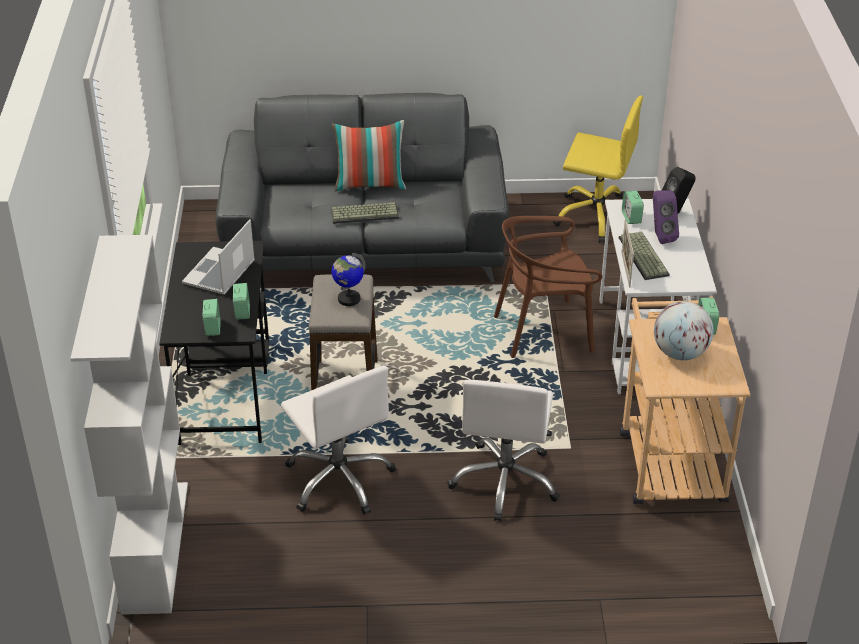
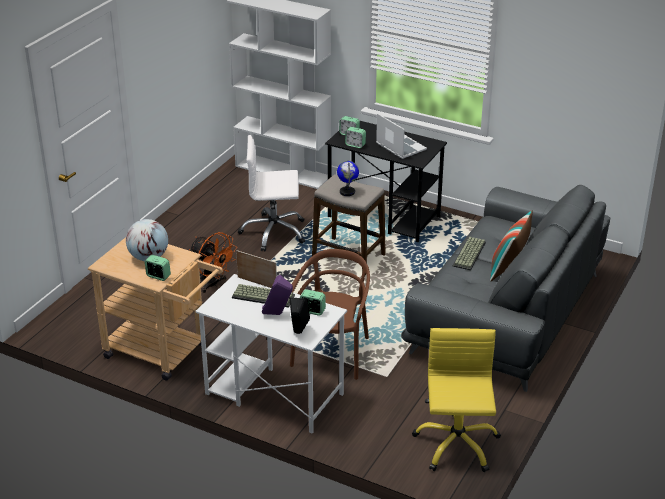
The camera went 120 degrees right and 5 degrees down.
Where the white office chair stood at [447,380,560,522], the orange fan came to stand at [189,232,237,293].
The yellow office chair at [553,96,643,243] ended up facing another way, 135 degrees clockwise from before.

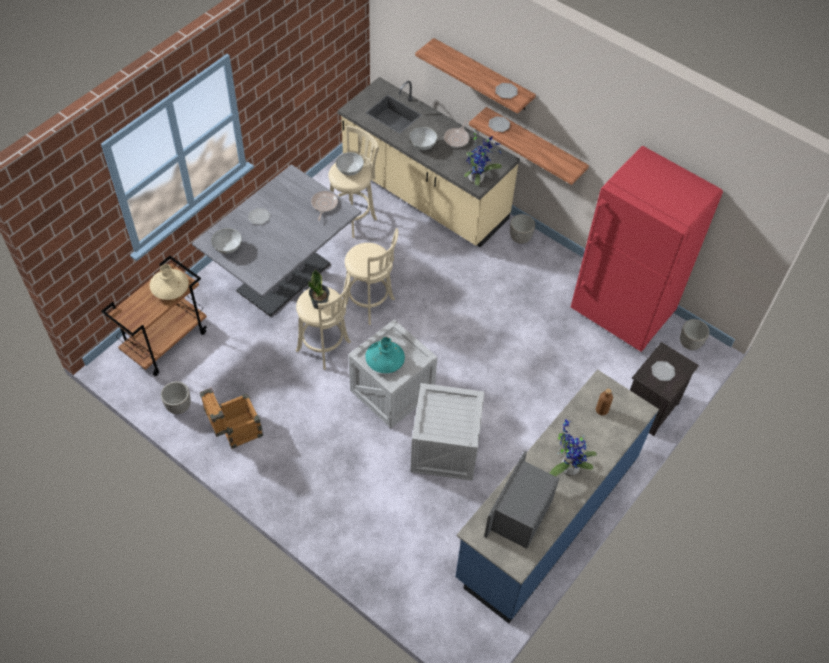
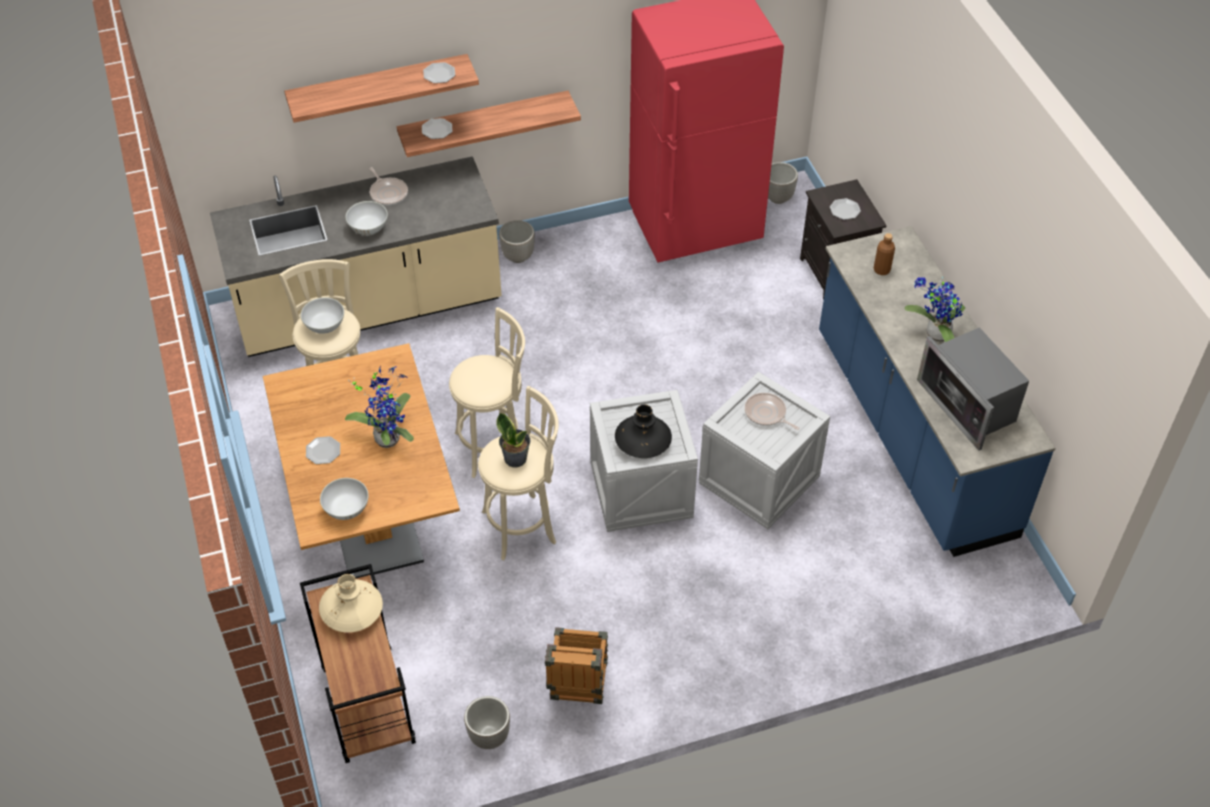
The camera went 55 degrees left and 5 degrees down.
What was the grey dining table at [192,164,361,317] turned into the brown dining table at [263,343,460,578].
The frying pan ended up elsewhere, having gone from [311,191,338,221] to [745,393,800,430].
What was the turquoise vase at [365,337,405,373] turned into the black vase at [615,405,672,458].
The potted plant ended up elsewhere, having gone from [464,130,502,186] to [345,365,414,448].

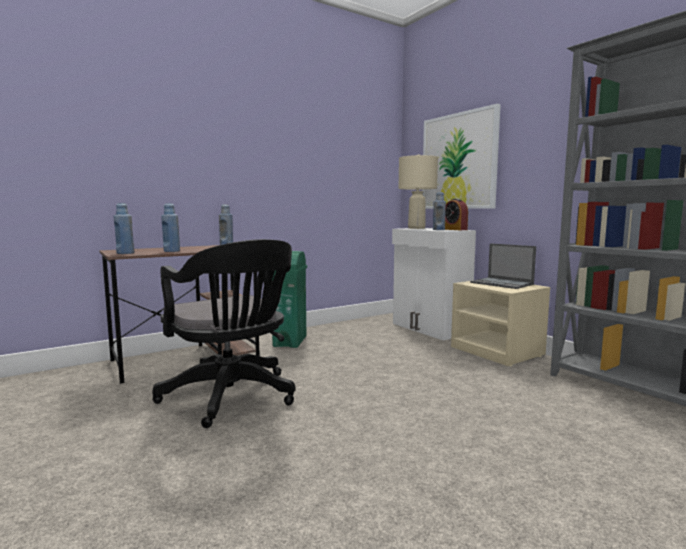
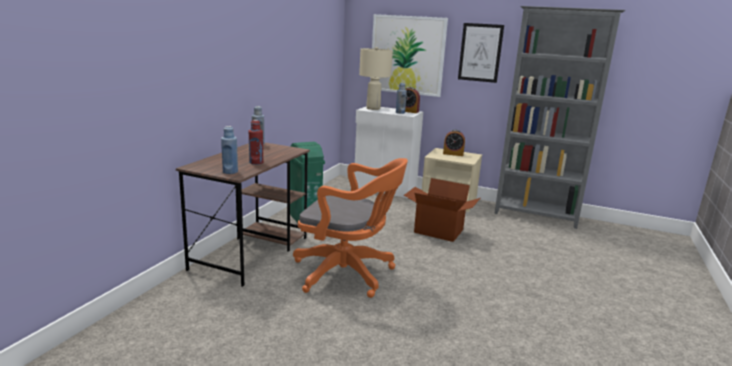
The camera went 35 degrees left and 10 degrees up.
What was the black office chair at [152,239,295,428] turned into the orange office chair at [293,158,408,298].
What was the blue bottle at [161,203,180,252] turned into the red bottle at [248,120,263,165].
Where the laptop stood at [470,243,536,289], the alarm clock came to stand at [443,130,465,156].
The second view gained the cardboard box at [404,178,480,242].
The second view gained the picture at [458,23,504,83].

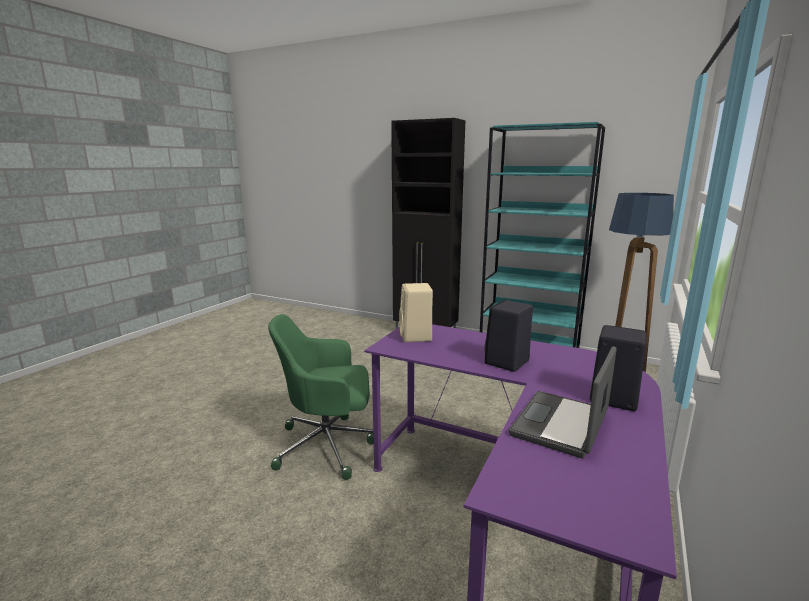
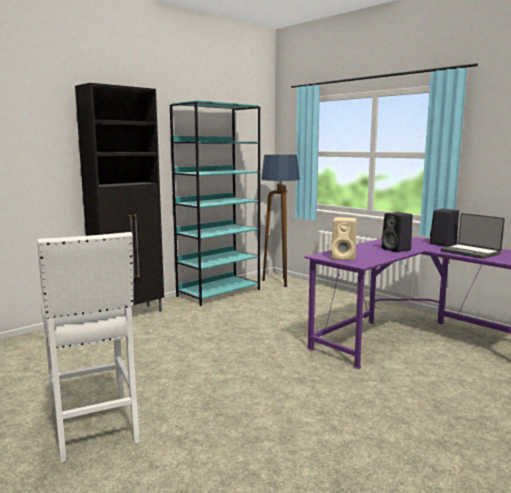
The camera went 70 degrees left and 5 degrees down.
The second view lost the green office chair at [268,314,374,480].
The second view gained the white stool at [37,232,140,462].

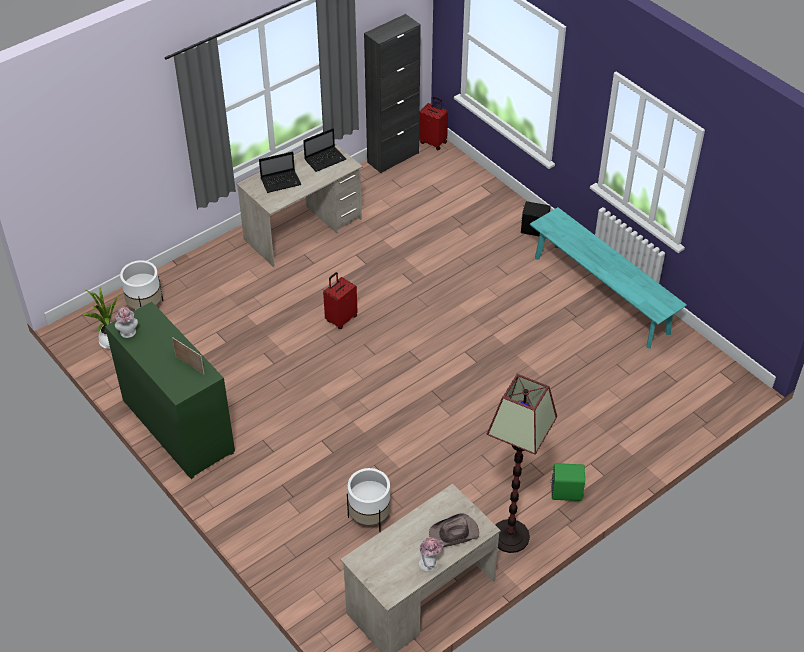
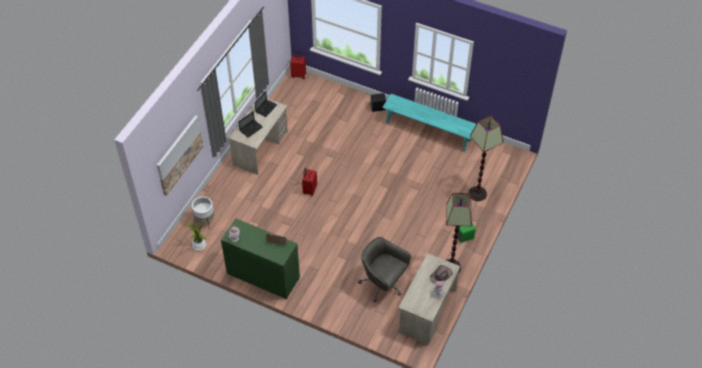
The camera went 25 degrees left and 5 degrees up.
Where the white planter stood at [347,468,391,533], the grey office chair came to stand at [358,237,411,302].
The second view lost the black cabinet at [364,14,421,173].
The second view gained the picture at [157,115,203,196].
The second view gained the floor lamp at [469,115,504,201].

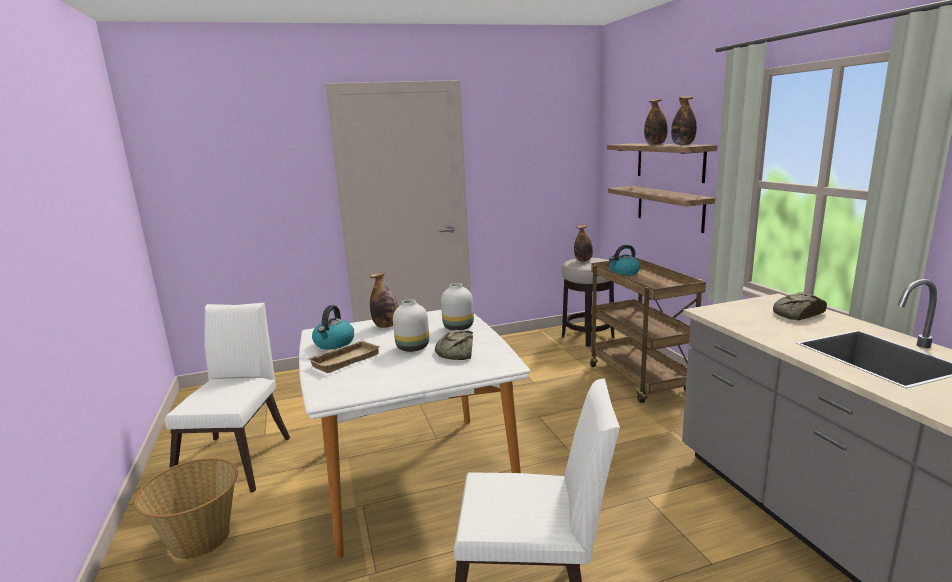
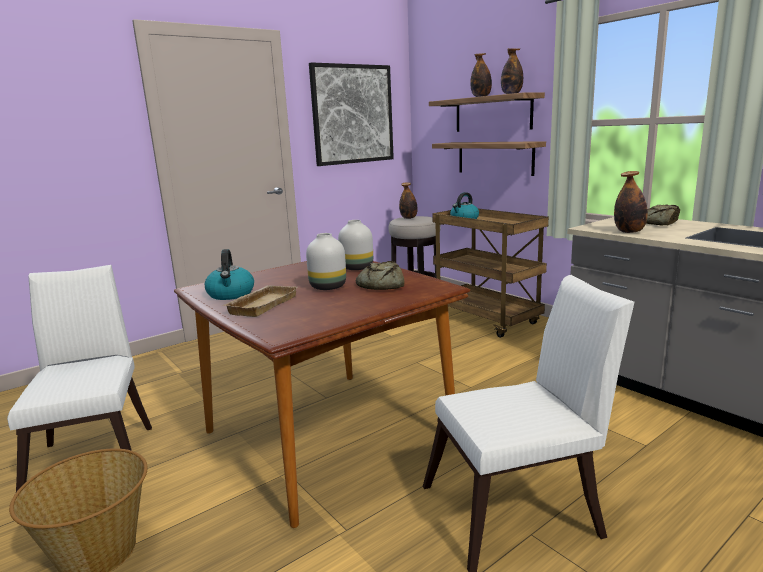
The camera went 20 degrees left and 0 degrees up.
What was the white dining table at [299,310,531,559] turned into the brown dining table at [174,261,470,528].
The bottle ended up elsewhere, having gone from [370,272,398,328] to [614,171,648,233].
The second view gained the picture at [309,62,394,166].

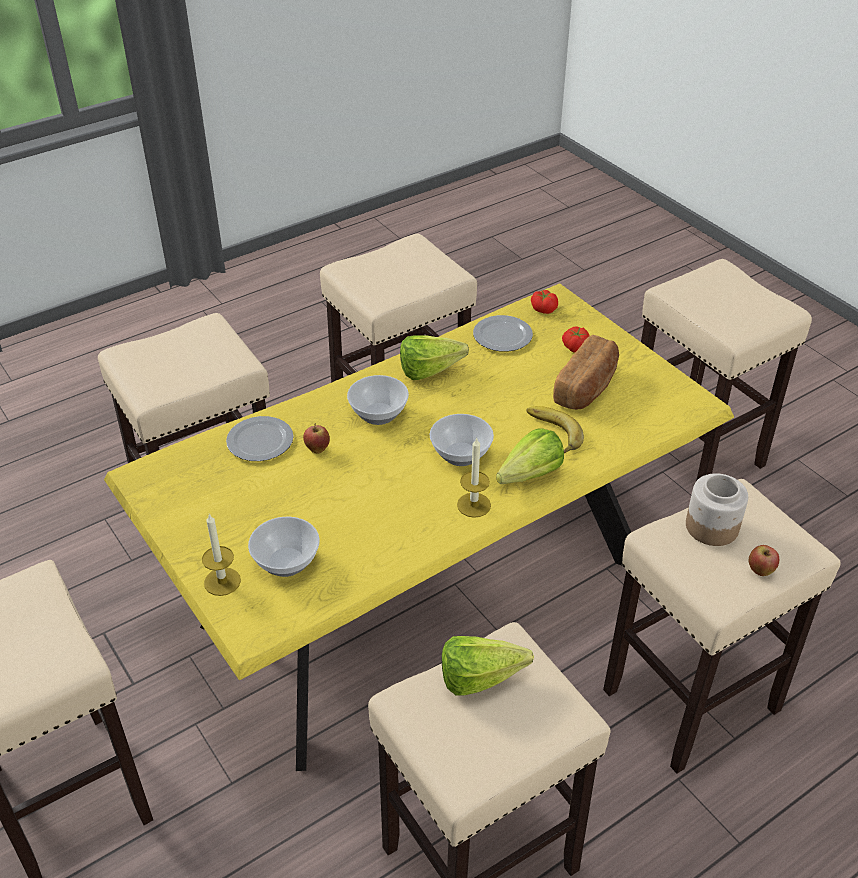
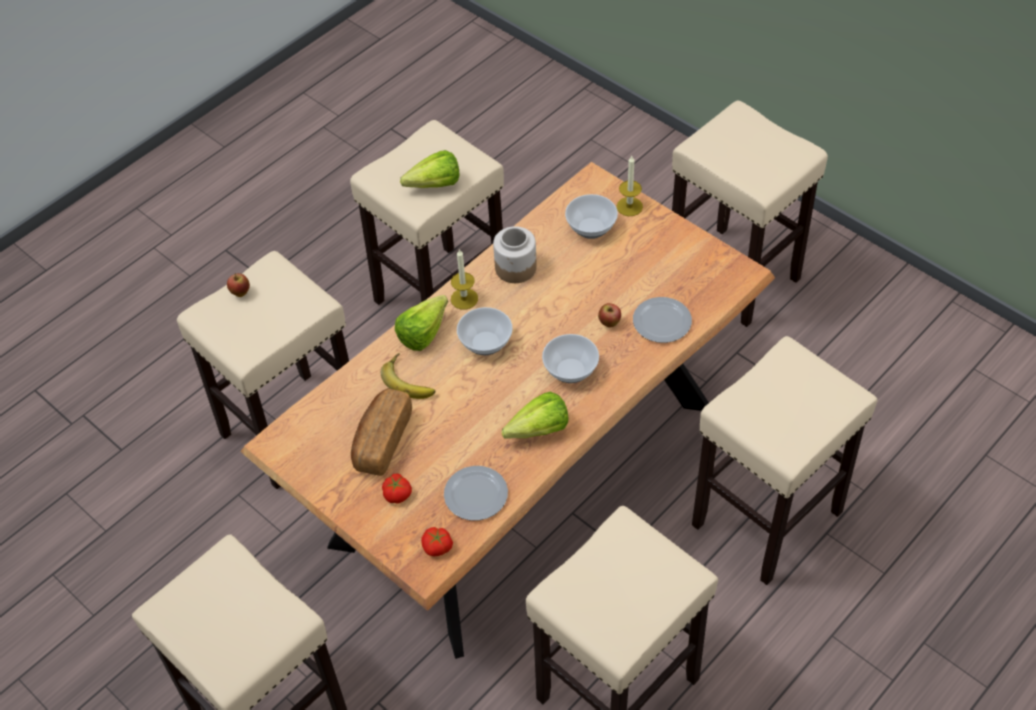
The camera went 170 degrees right and 10 degrees up.
What was the yellow dining table at [104,283,734,771] turned into the brown dining table at [240,162,775,659].
The jar ended up elsewhere, having gone from [686,473,748,546] to [493,226,537,283].

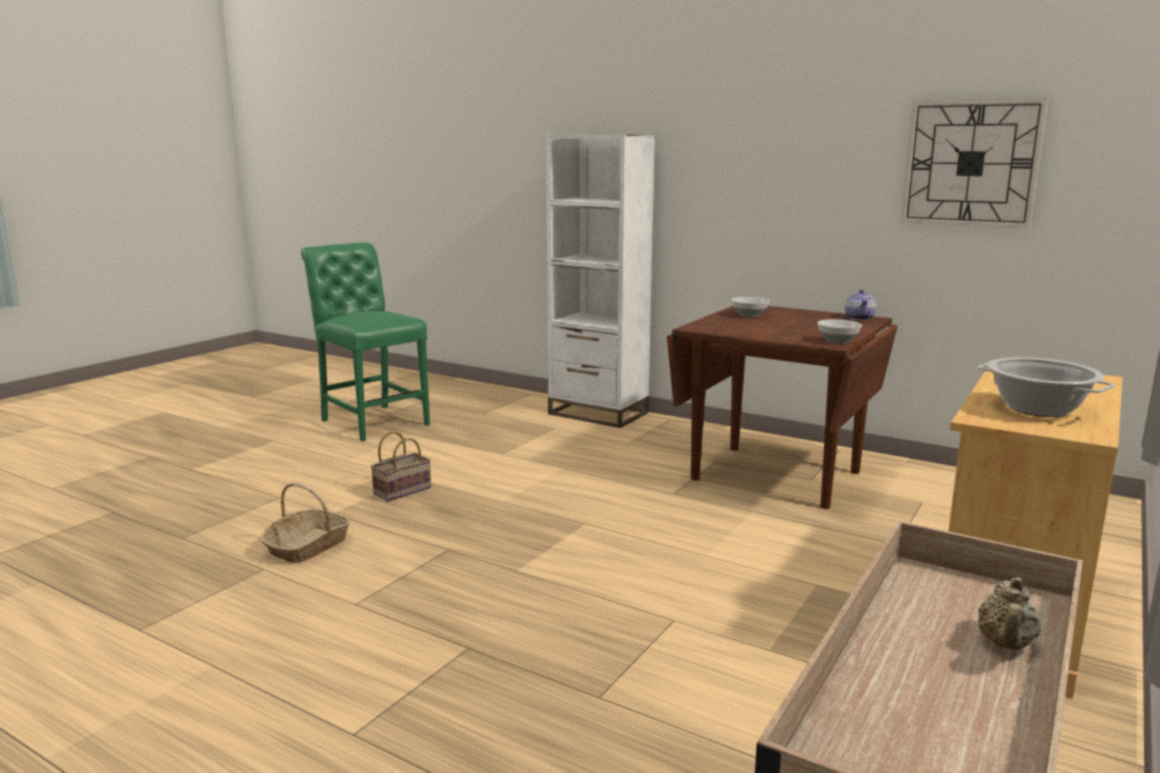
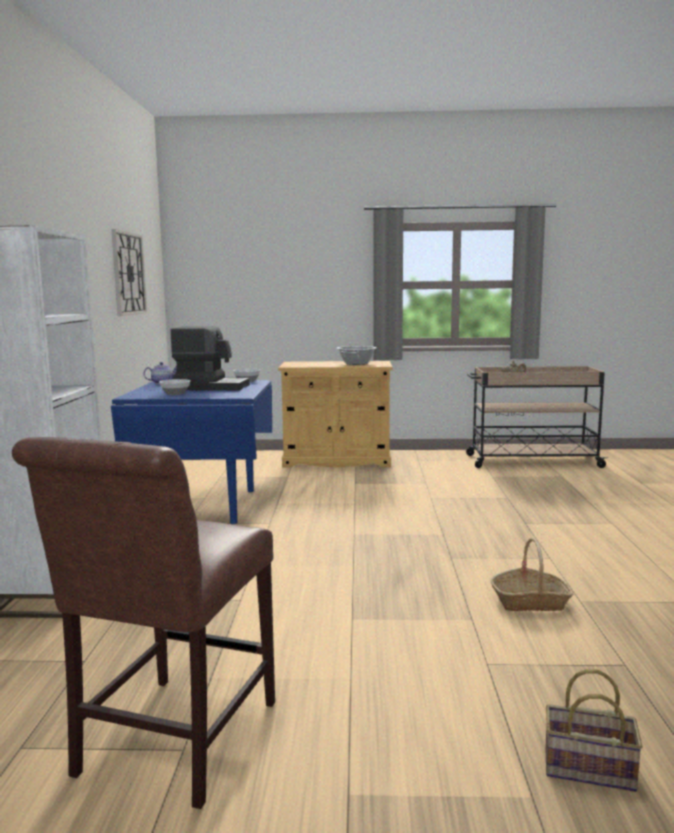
The camera went 120 degrees left and 5 degrees down.
What was the green chair at [301,242,430,442] turned into the brown chair at [12,437,275,809].
The basket ended up elsewhere, having gone from [371,431,431,501] to [545,669,643,792].
What was the brown dining table at [667,306,898,509] turned into the blue dining table at [111,380,272,524].
The second view gained the coffee machine at [171,326,250,391].

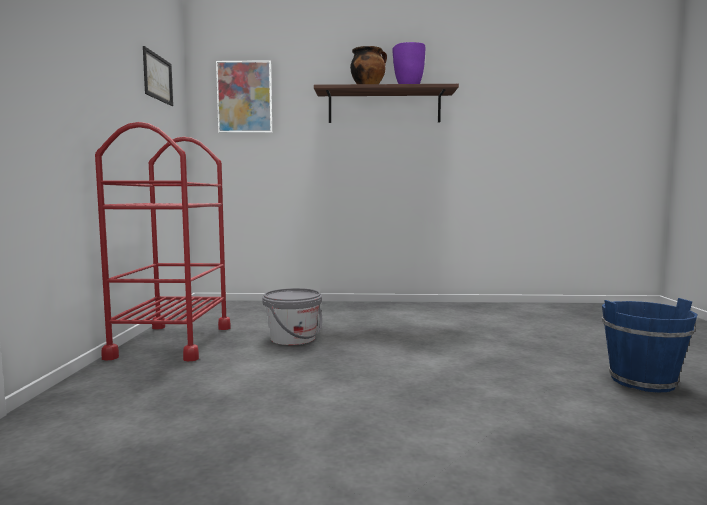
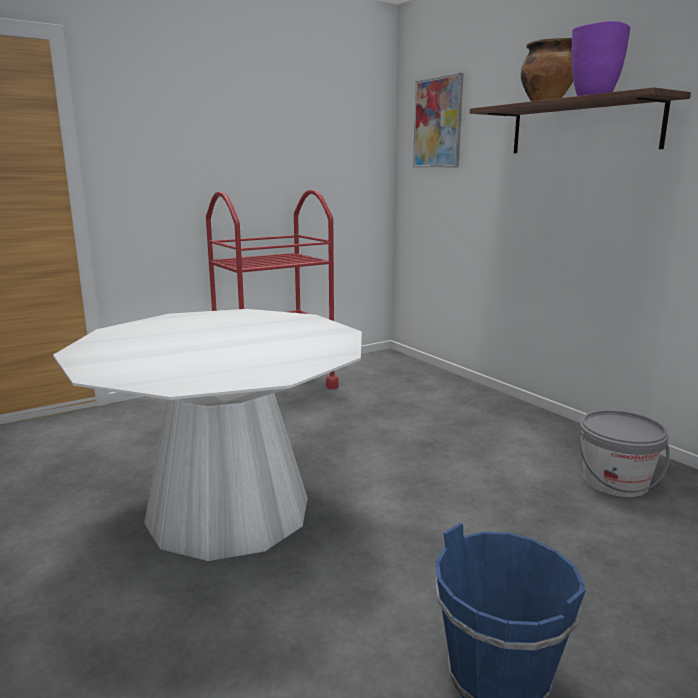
The camera went 55 degrees right and 10 degrees up.
The second view lost the picture at [143,46,173,106].
The grey bucket ended up elsewhere, having gone from [262,288,322,345] to [579,410,670,497].
The second view gained the white dining table at [53,309,362,561].

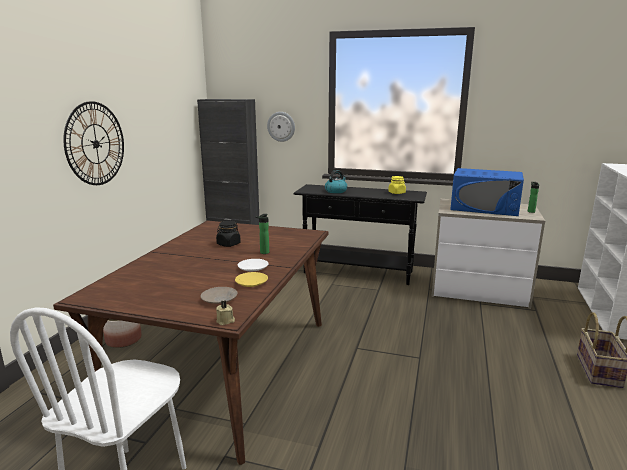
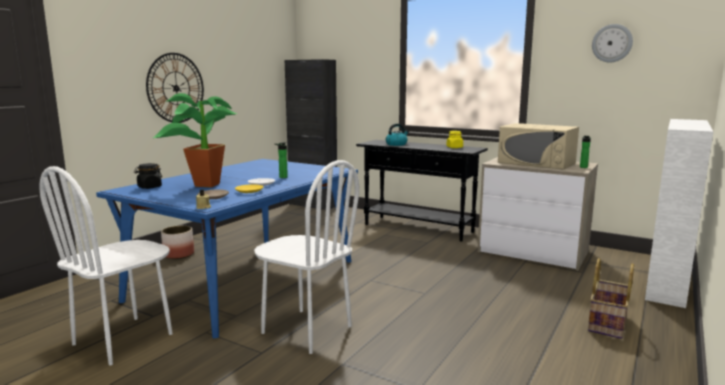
The camera went 15 degrees right and 5 degrees down.
What was the brown dining table at [53,220,328,465] turned into the blue dining table at [96,159,358,338].
The black jar ended up elsewhere, having gone from [216,221,241,247] to [134,163,162,189].
The wall clock ended up elsewhere, having gone from [267,112,295,142] to [592,24,633,63].
What was the blue microwave at [450,168,524,216] turned into the beige microwave at [498,123,579,170].
The second view gained the potted plant at [153,93,237,187].
The second view gained the white chair at [254,160,359,354].

